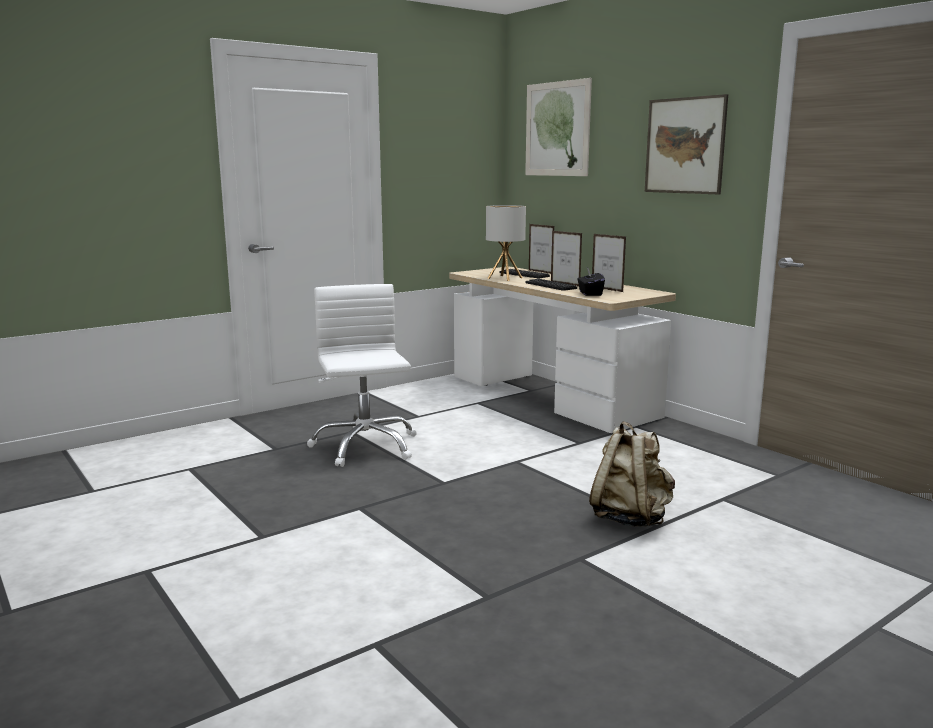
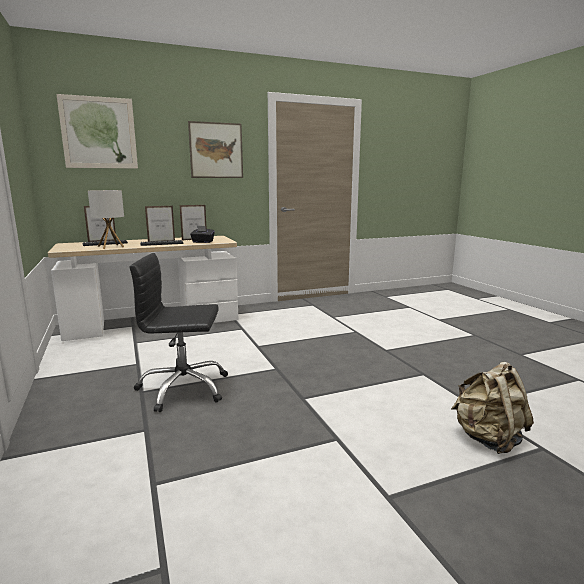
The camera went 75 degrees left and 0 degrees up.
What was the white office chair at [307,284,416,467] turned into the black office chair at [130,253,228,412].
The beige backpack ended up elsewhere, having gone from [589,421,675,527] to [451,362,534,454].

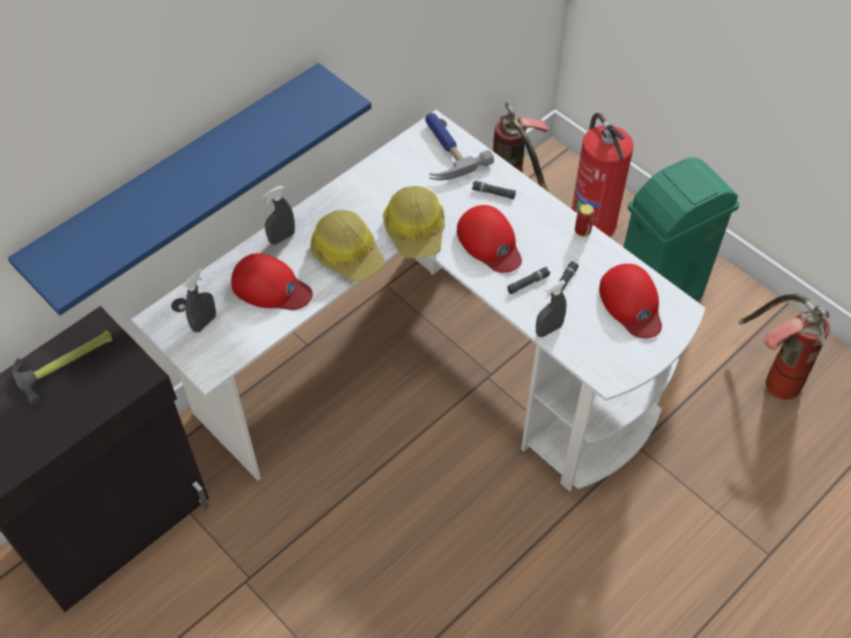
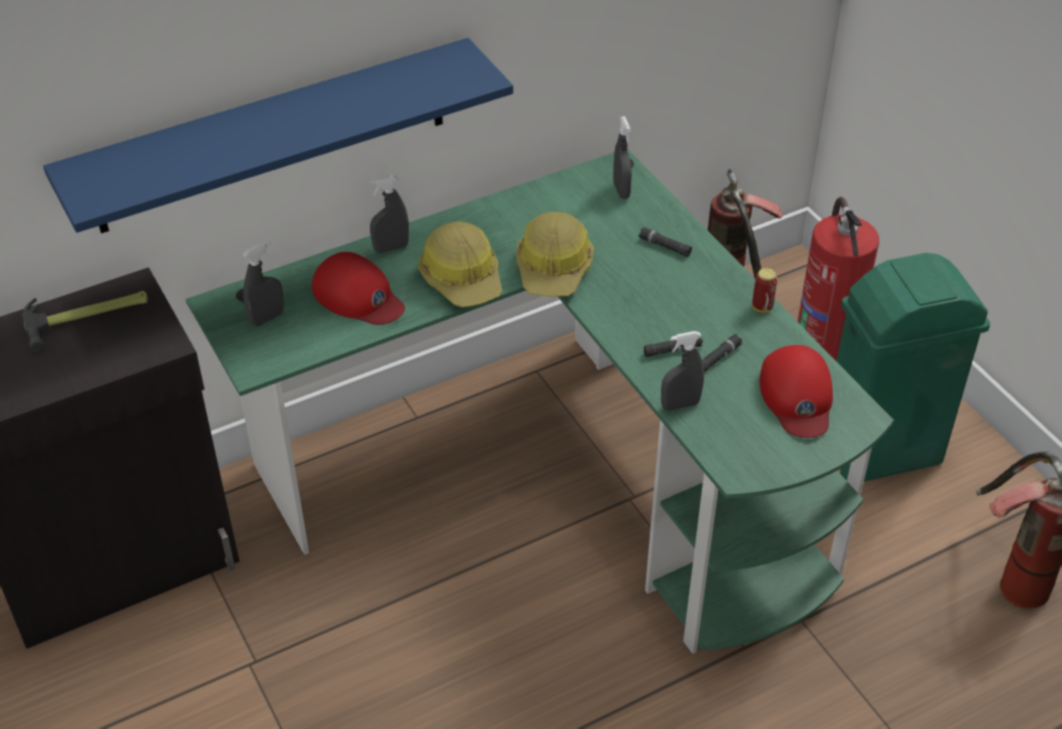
The camera went 15 degrees right and 10 degrees down.
What was the white desk at [131,110,705,492] turned into the green desk at [186,149,894,654].
Where the hammer stood at [425,113,494,180], the grey spray bottle came to stand at [613,116,632,199].
The second view lost the red cap at [457,205,522,273].

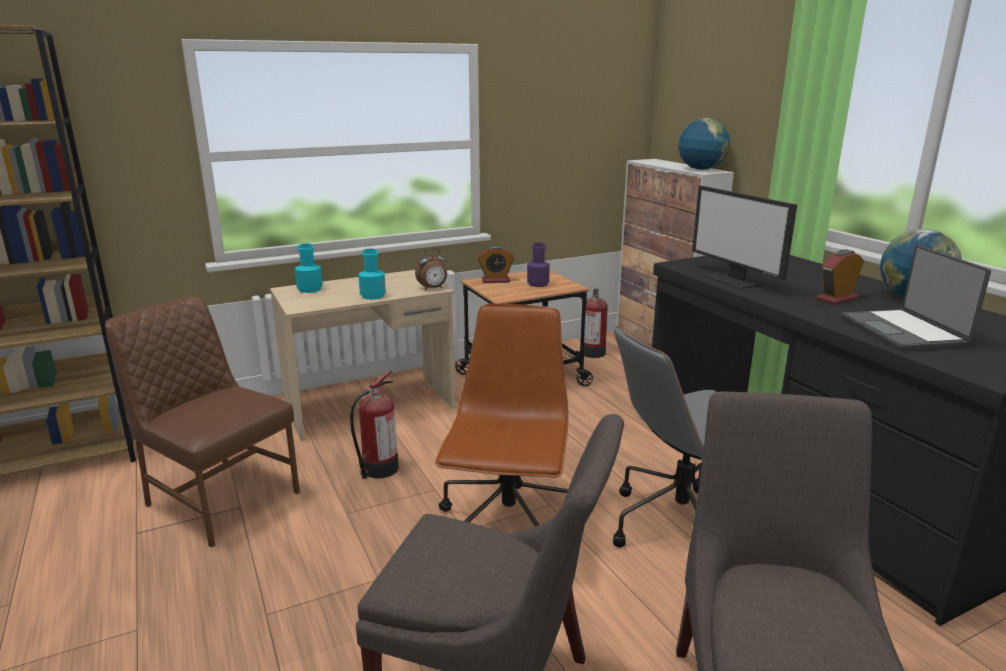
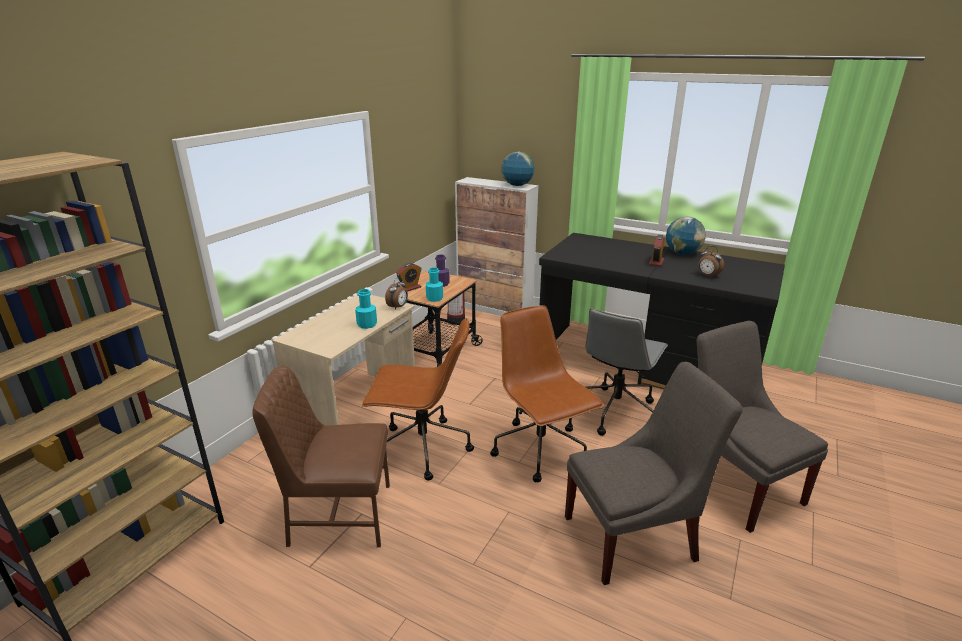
The camera went 35 degrees left and 5 degrees up.
The turquoise bottle ended up elsewhere, having gone from [295,243,323,293] to [426,267,443,302].
Where the fire extinguisher stood at [350,370,399,479], the brown office chair came to stand at [362,318,474,480].
The second view lost the monitor at [692,186,797,289].
Where the laptop stood at [841,245,991,351], the alarm clock came to stand at [698,246,724,278].

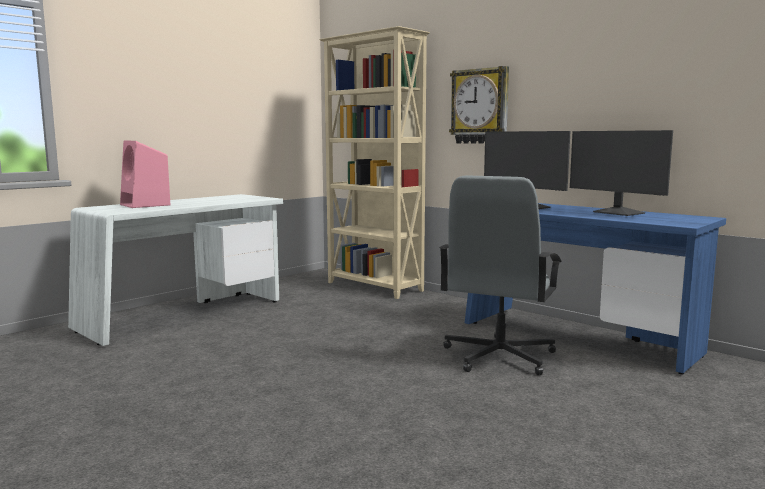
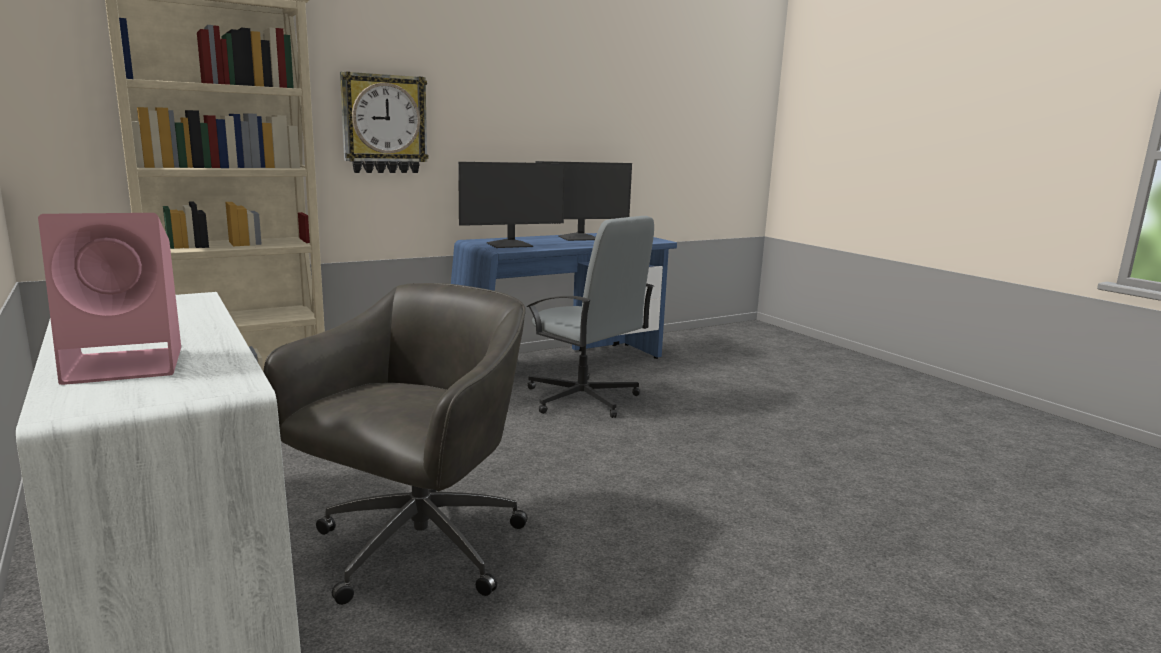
The camera went 75 degrees left and 5 degrees up.
The second view gained the grey office chair at [264,283,528,605].

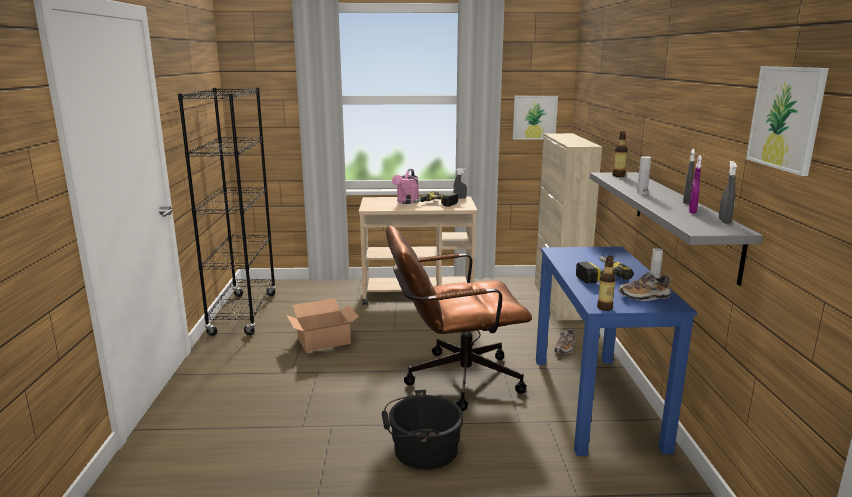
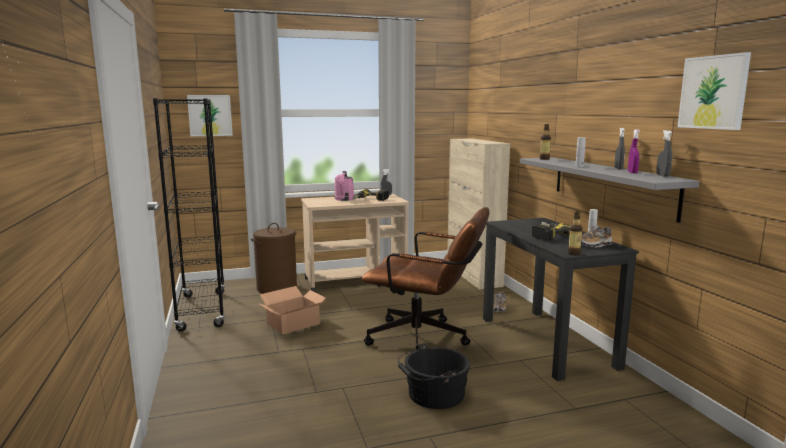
The camera went 15 degrees left and 5 degrees down.
The brown office chair at [386,225,532,411] ended up facing another way, 135 degrees counterclockwise from before.
The picture ended up elsewhere, having gone from [513,96,558,140] to [187,95,233,136].
What was the blue desk at [536,247,697,456] turned into the black desk at [483,218,639,381].
The second view gained the brown laundry basket at [251,223,297,294].

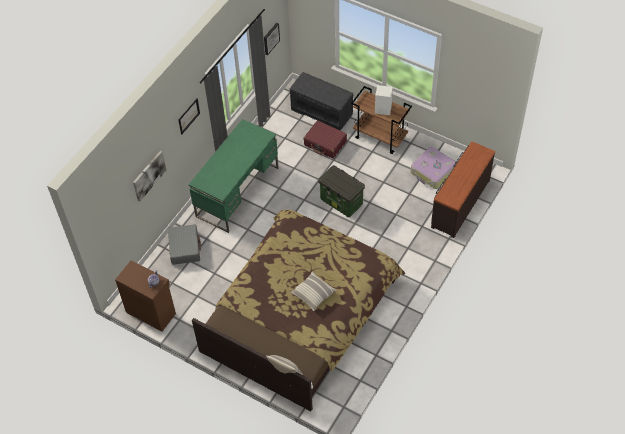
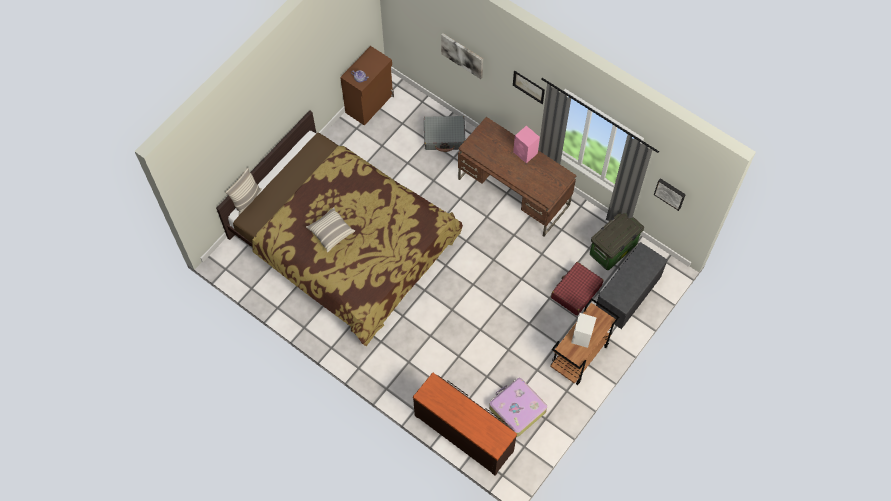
The camera went 95 degrees right and 10 degrees up.
What was the green desk at [189,119,279,233] turned into the brown desk at [458,117,577,237].
The storage box ended up elsewhere, having gone from [318,165,365,217] to [590,212,644,270].
The second view gained the pink speaker at [513,126,540,163].

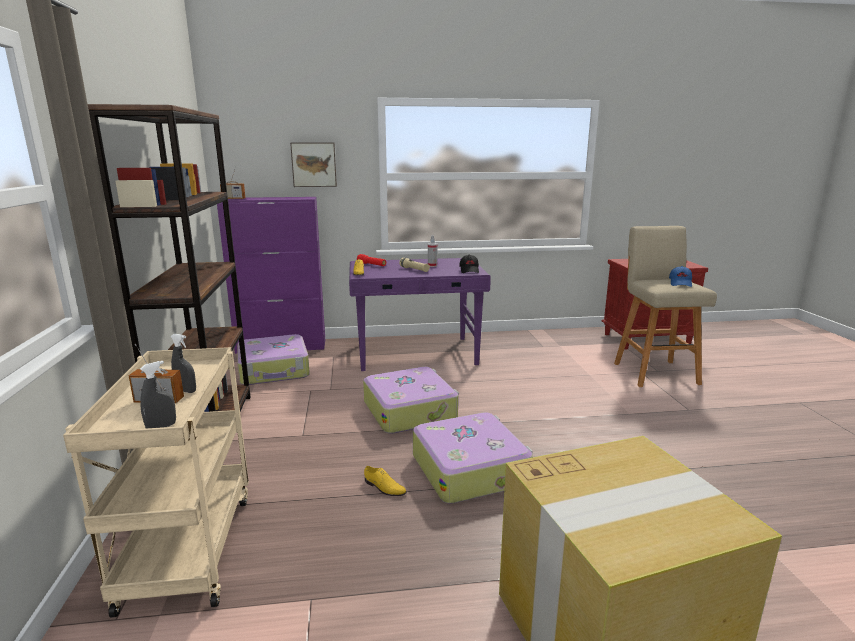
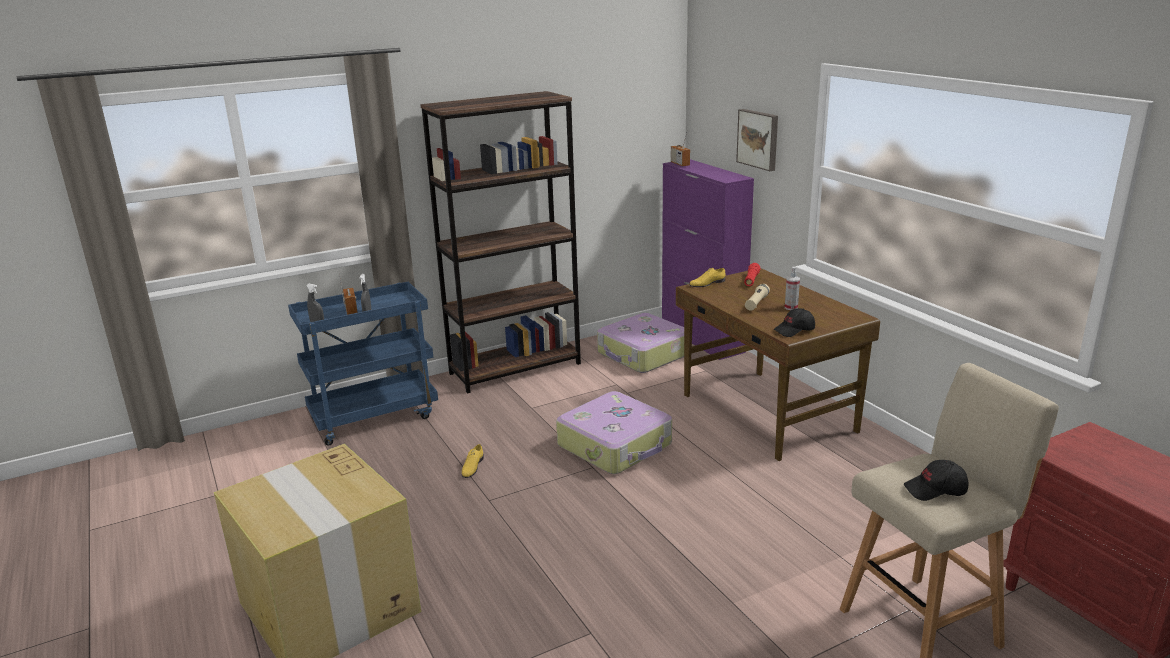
The camera went 70 degrees right and 5 degrees up.
What was the beige cart at [63,347,249,618] turned into the blue cart at [288,281,438,446].
What was the purple desk at [349,258,491,371] turned into the brown desk at [676,268,880,461].
The second view lost the suitcase at [413,412,533,504].
What was the blue cap at [669,266,692,287] turned into the black cap at [904,460,969,501].

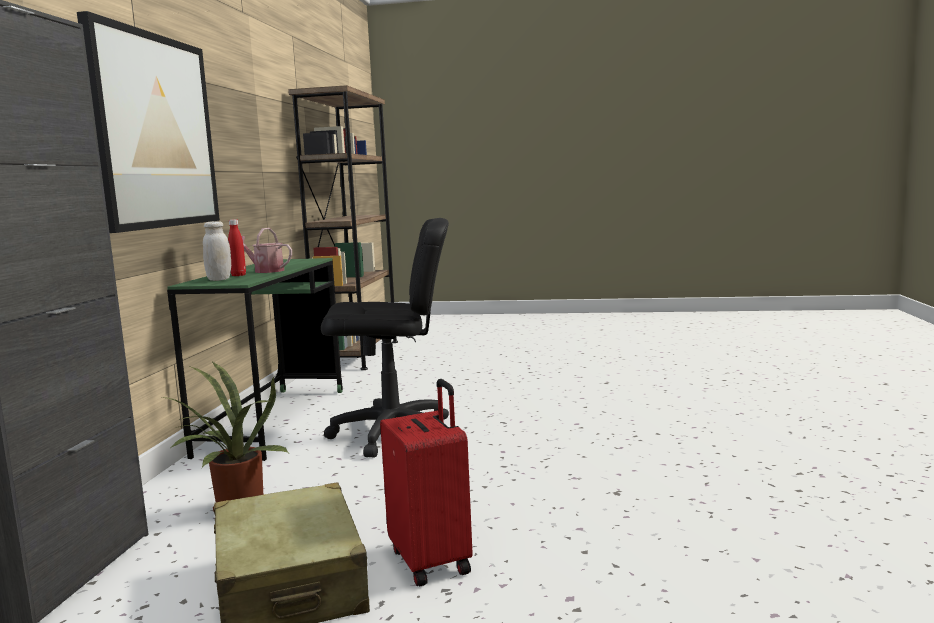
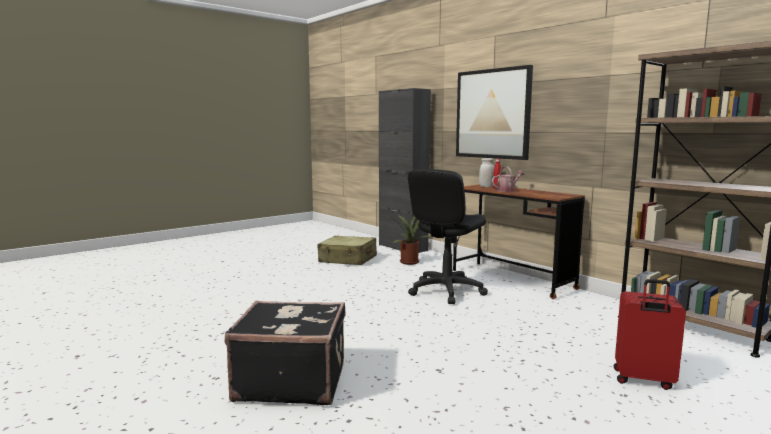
The camera went 130 degrees right and 0 degrees up.
What was the green desk at [167,258,343,461] turned into the brown desk at [453,184,585,299].
The red suitcase ended up elsewhere, having gone from [380,379,473,586] to [614,279,686,390].
The second view gained the black suitcase at [225,301,346,405].

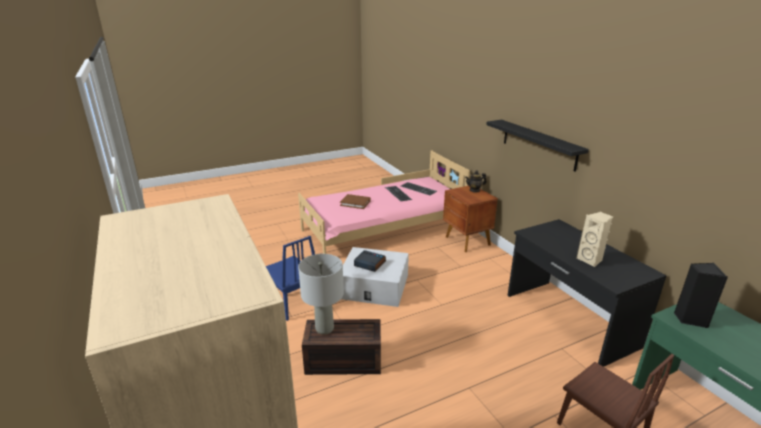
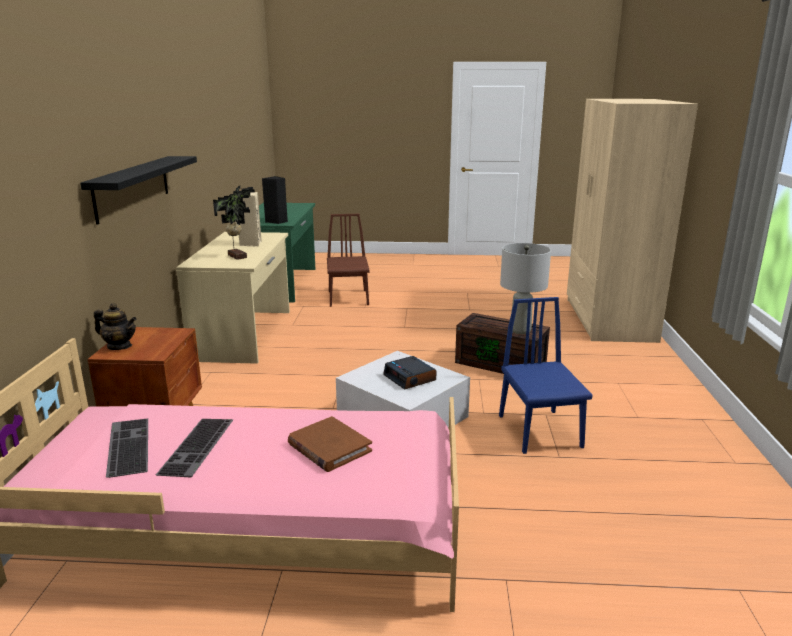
The camera went 150 degrees left and 5 degrees down.
What was the black desk at [507,219,667,367] turned into the beige desk at [176,232,290,364].
The second view gained the potted plant at [213,186,255,260].

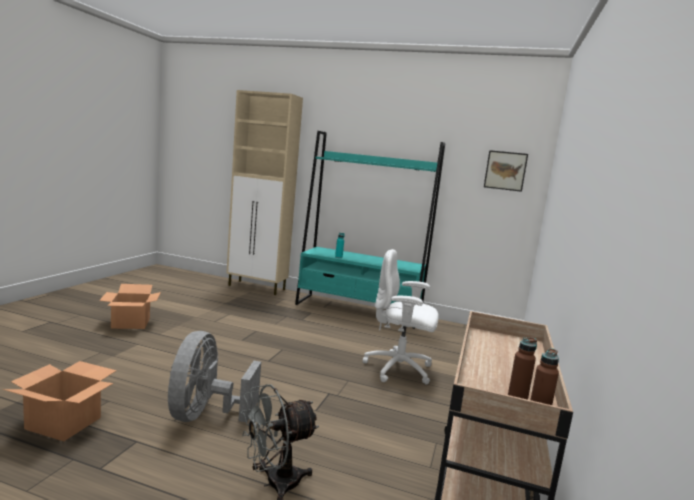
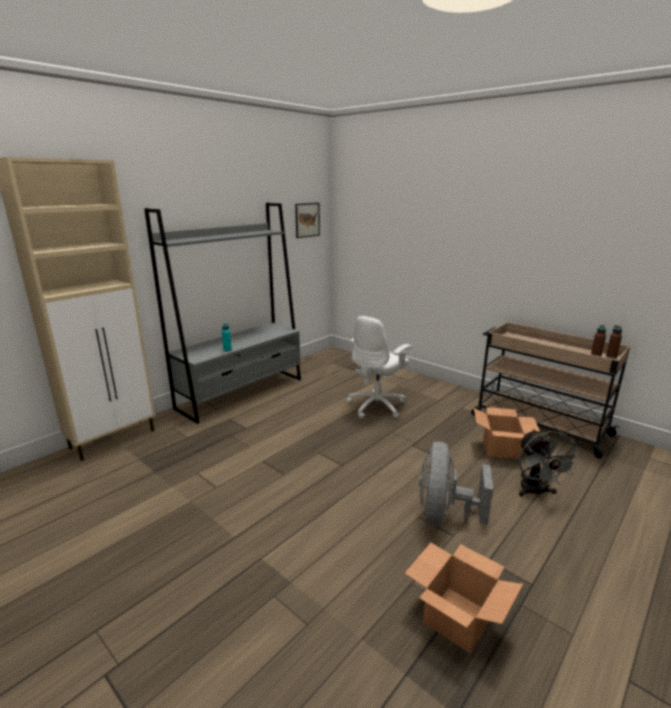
The camera went 65 degrees left and 10 degrees up.
The cardboard box ended up elsewhere, having gone from [99,284,161,329] to [473,407,540,459].
The grey fan at [168,331,261,422] ended up facing another way, 75 degrees clockwise from before.
What was the turquoise bookcase at [295,131,445,329] turned into the grey bookcase at [144,203,301,424].

